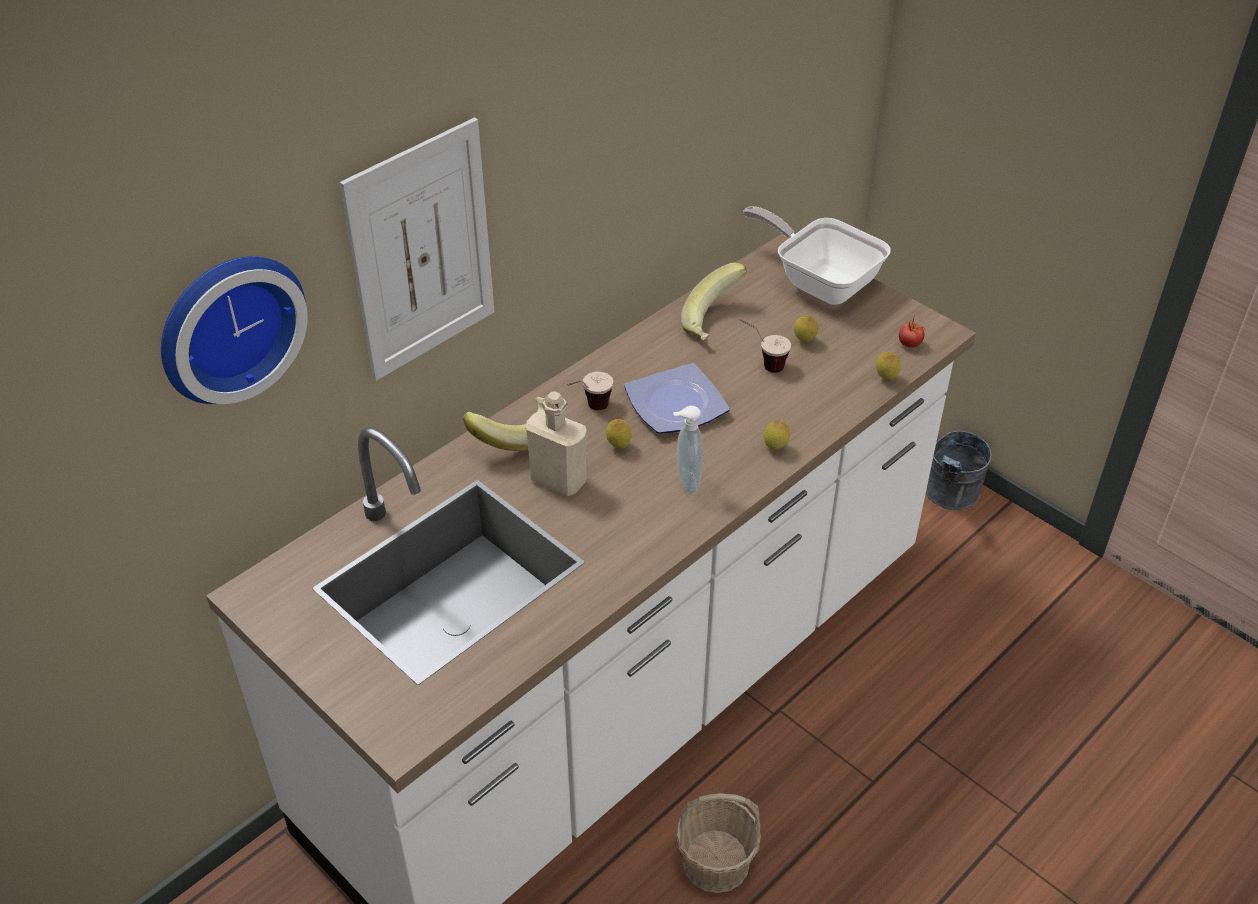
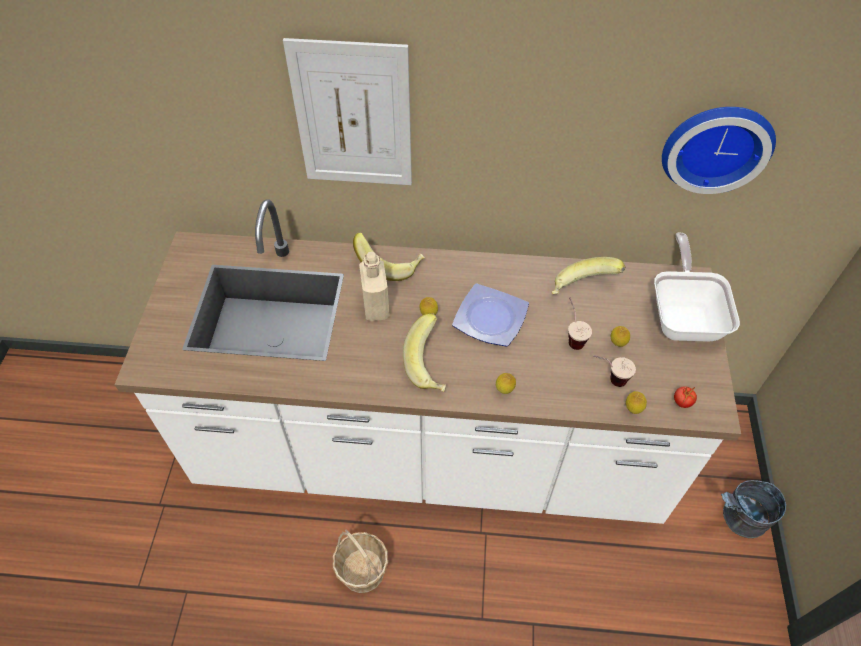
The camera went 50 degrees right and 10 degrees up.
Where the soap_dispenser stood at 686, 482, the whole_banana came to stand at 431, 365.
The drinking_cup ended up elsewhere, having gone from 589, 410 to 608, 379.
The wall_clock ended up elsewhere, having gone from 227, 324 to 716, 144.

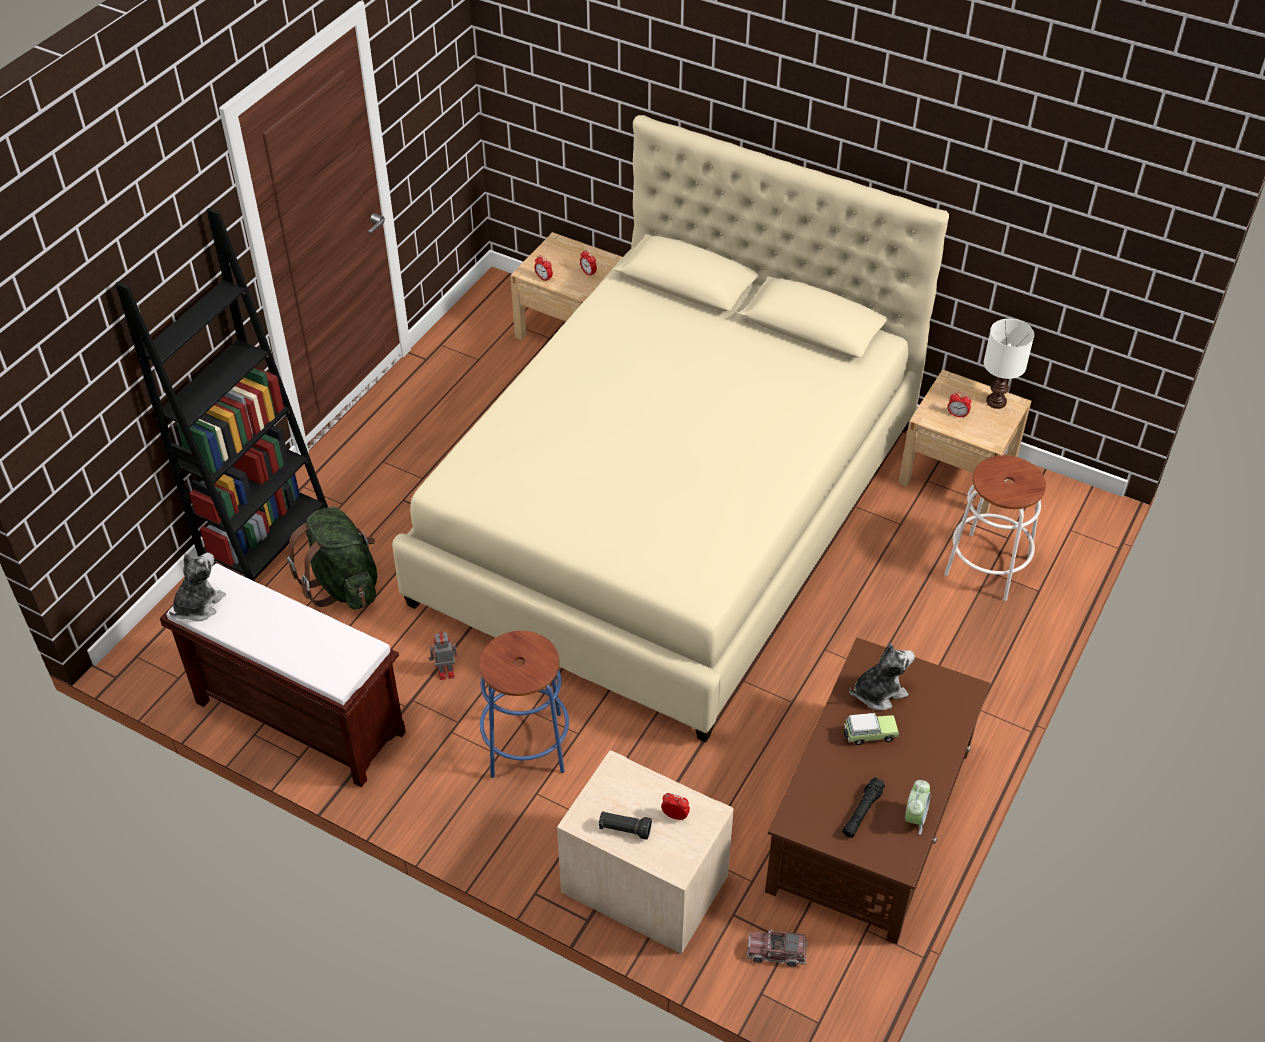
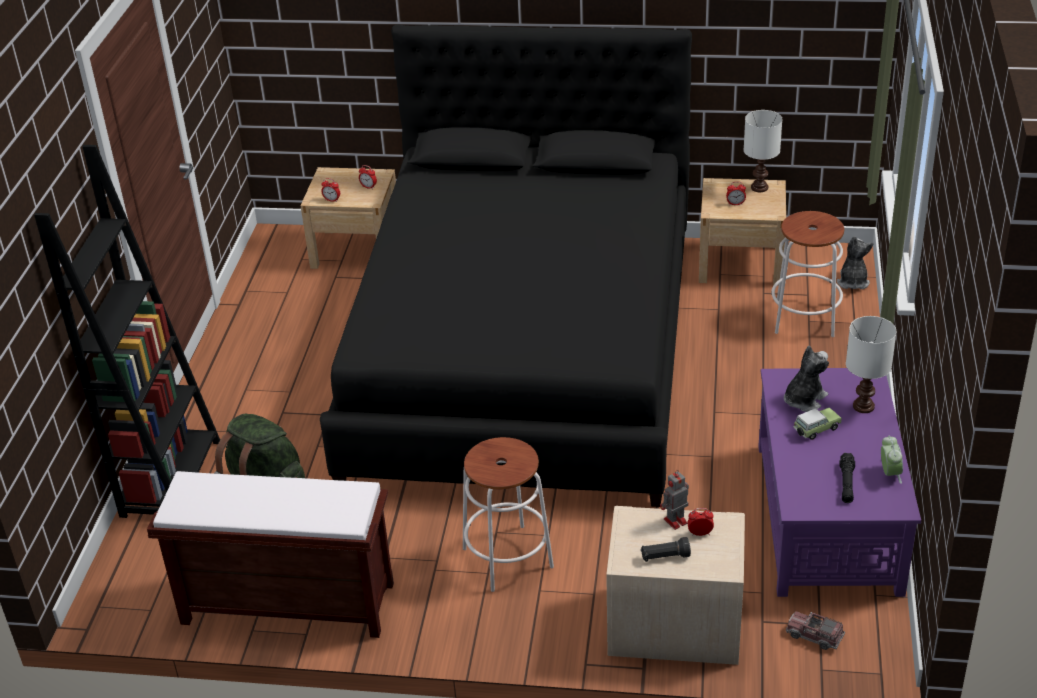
The camera went 20 degrees left and 10 degrees down.
What was the sand-coloured_sleeping_bed at 671, 511 turned into the black_sleeping_bed at 526, 353.
What was the blue-coloured_stool_seat at 526, 744 turned into the white-coloured_stool_seat at 507, 557.
The robot_figure ended up elsewhere, having gone from 445, 672 to 674, 521.
What was the brown_lounge_table at 871, 818 turned into the purple_lounge_table at 828, 516.
The toy_lorry at 776, 952 ended up facing another way, 45 degrees clockwise from before.
The plush_toy ended up elsewhere, having gone from 198, 605 to 852, 282.
The second view gained the white-coloured_table_lamp at 864, 406.

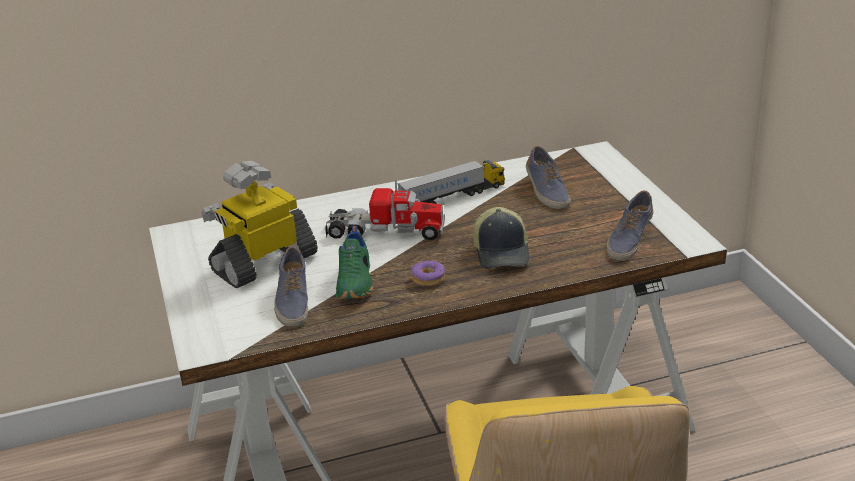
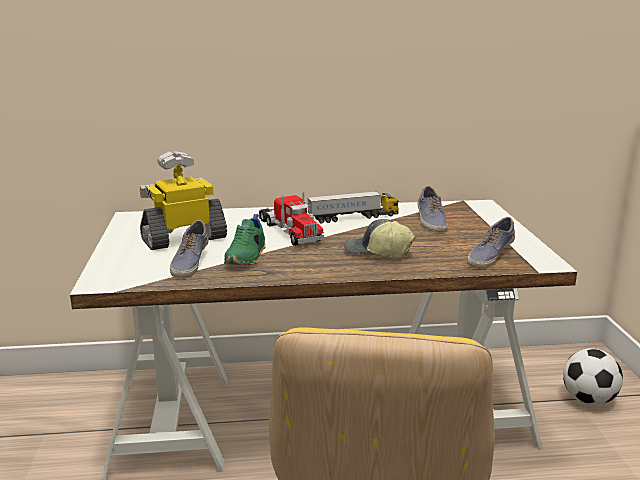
The camera went 10 degrees right and 10 degrees down.
The toy_lorry at 385, 231 ended up facing another way, 45 degrees clockwise from before.
The peaked_cap at 502, 252 ended up facing another way, 105 degrees clockwise from before.
The second view gained the football at 588, 400.
The second view lost the donut at 428, 279.

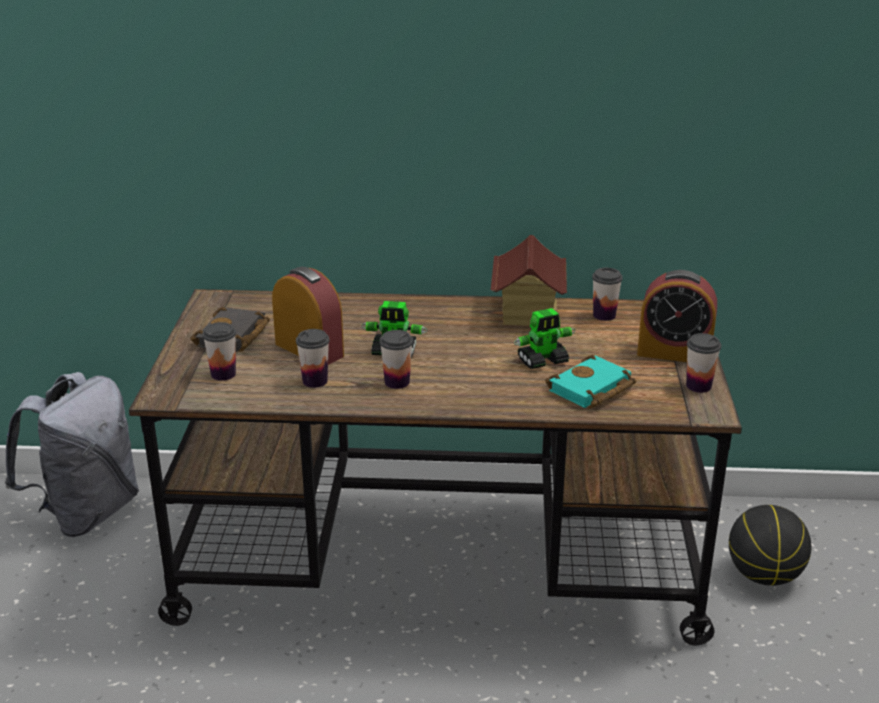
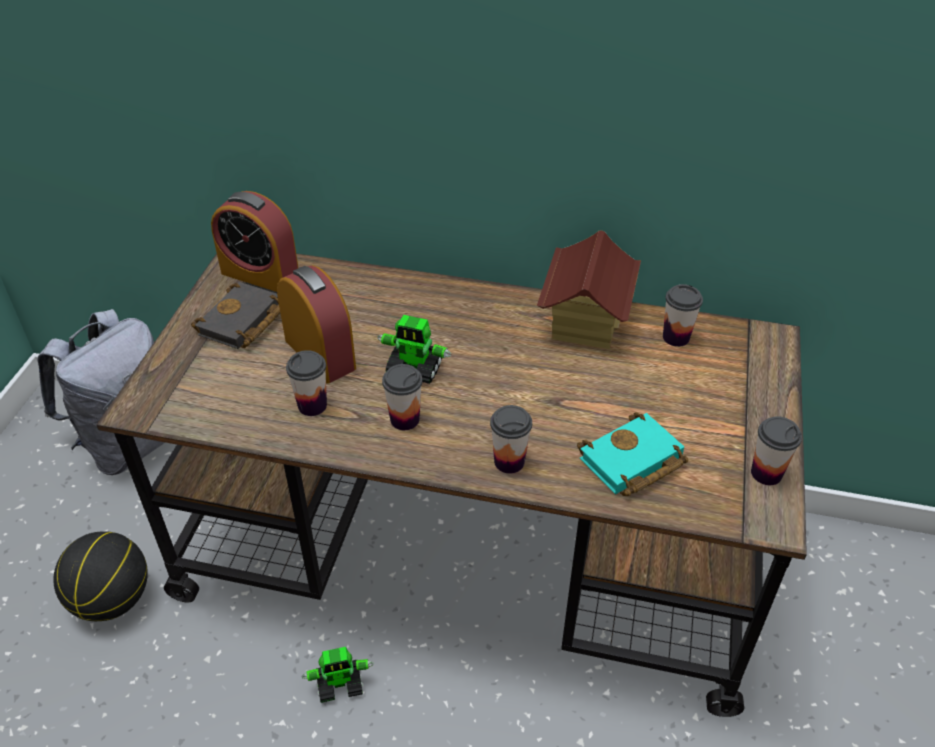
The camera went 10 degrees right and 15 degrees up.
The basketball ended up elsewhere, having gone from 764, 575 to 113, 599.
The alarm_clock ended up elsewhere, having gone from 674, 353 to 260, 274.
The robot_figure ended up elsewhere, having gone from 543, 361 to 340, 684.
The drinking_cup ended up elsewhere, having gone from 223, 374 to 509, 461.

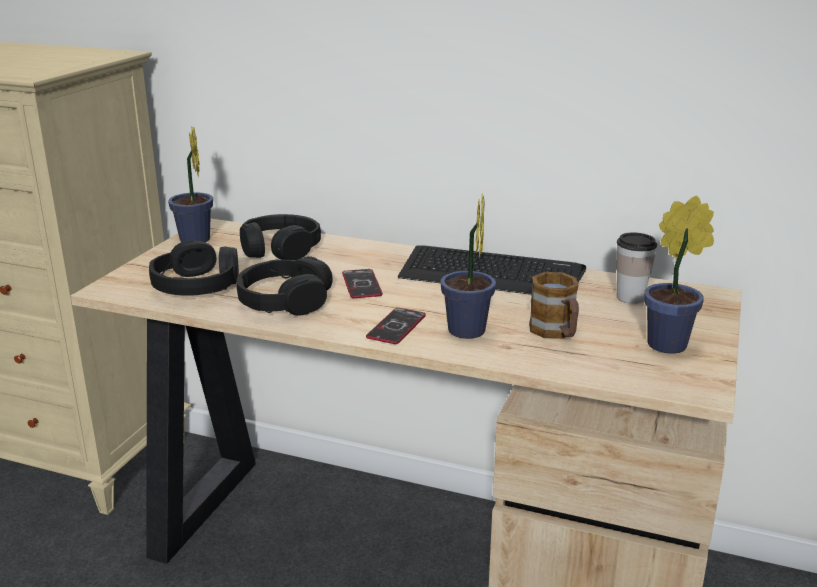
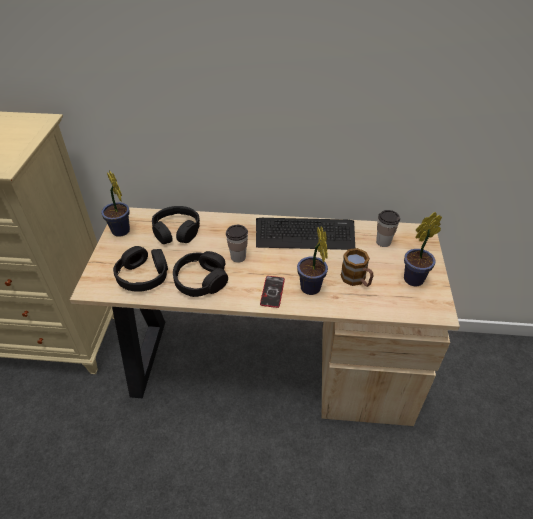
The camera went 15 degrees left and 20 degrees up.
Where the telephone stood at 361, 285, the drinking_cup came to stand at 238, 257.

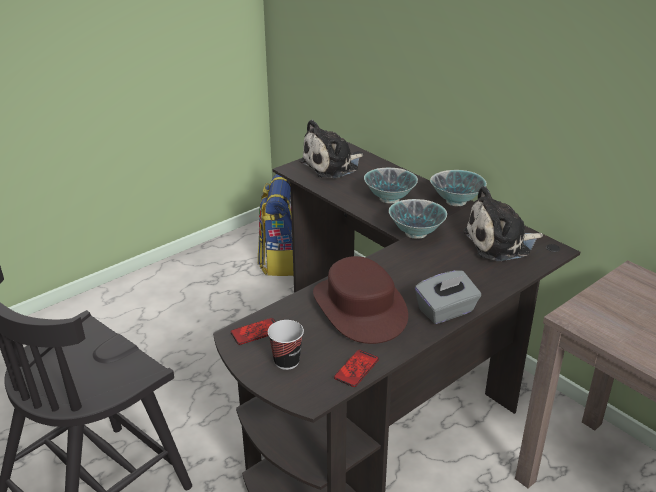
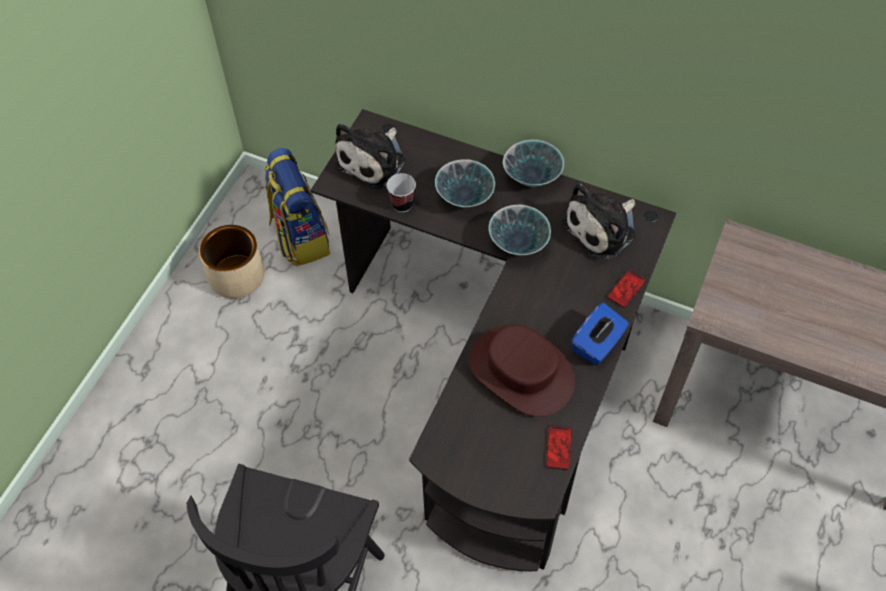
The camera went 25 degrees left and 25 degrees up.
The second view gained the sand-coloured_flower_pot at 237, 276.
The drinking_cup ended up elsewhere, having gone from 287, 361 to 402, 204.
What was the gray_box_of_tissues at 446, 311 turned into the blue-coloured_box_of_tissues at 597, 344.
The telephone ended up elsewhere, having gone from 256, 332 to 626, 289.

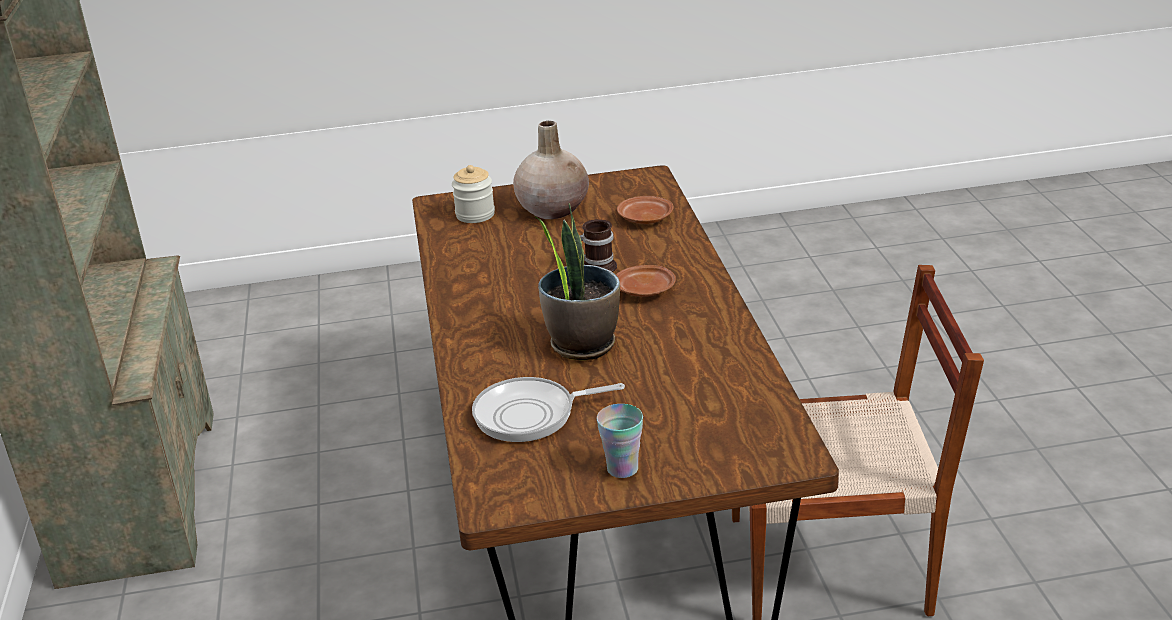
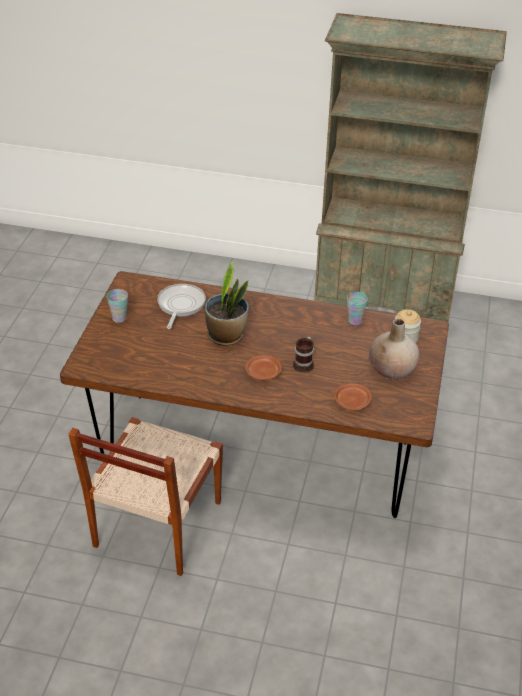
The camera went 110 degrees right and 10 degrees up.
The second view gained the drinking_cup at 355, 321.

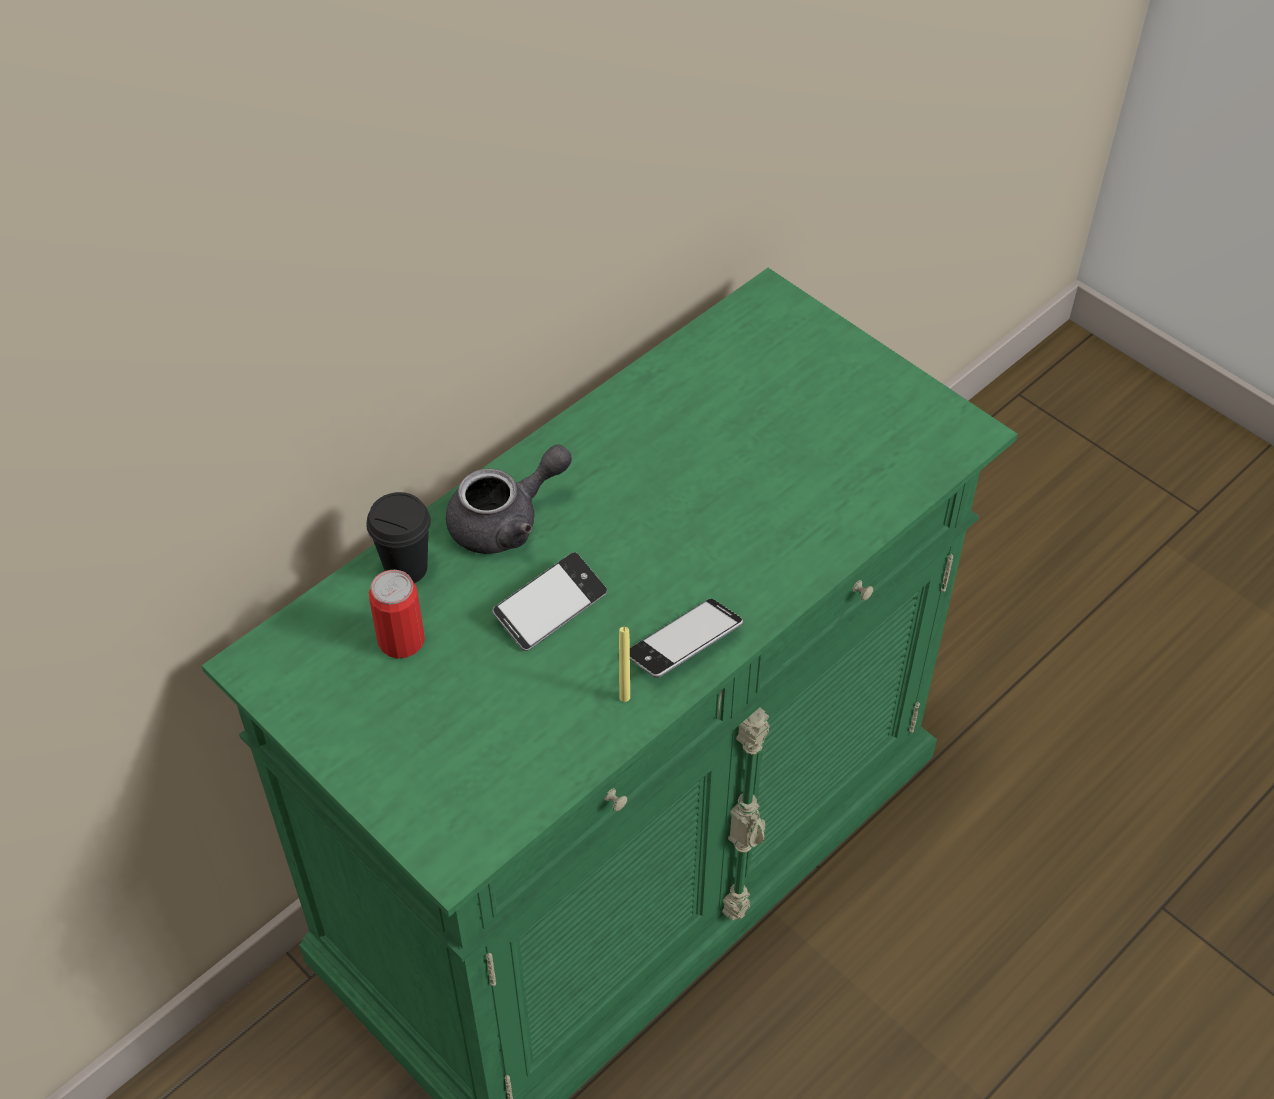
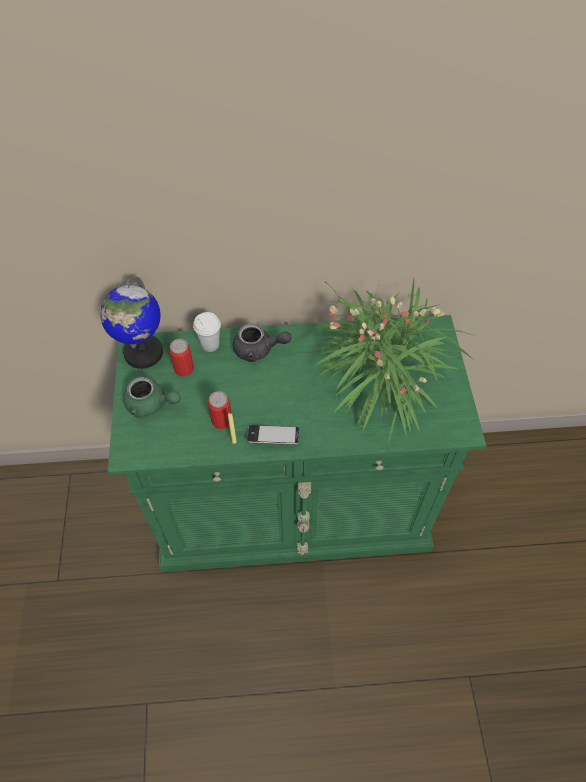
The camera went 40 degrees right and 5 degrees up.
The second view gained the globe at 143, 353.
The second view gained the green-coloured_pot_for_tea at 151, 405.
What was the black_drinking_cup at 406, 568 turned into the white-coloured_drinking_cup at 210, 344.
The second view gained the metal_can at 222, 420.
The second view gained the houseplant at 381, 376.
The second view lost the telephone at 550, 607.

